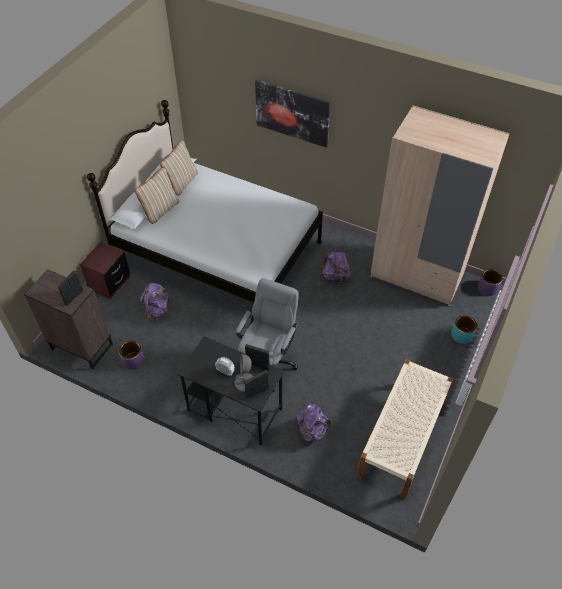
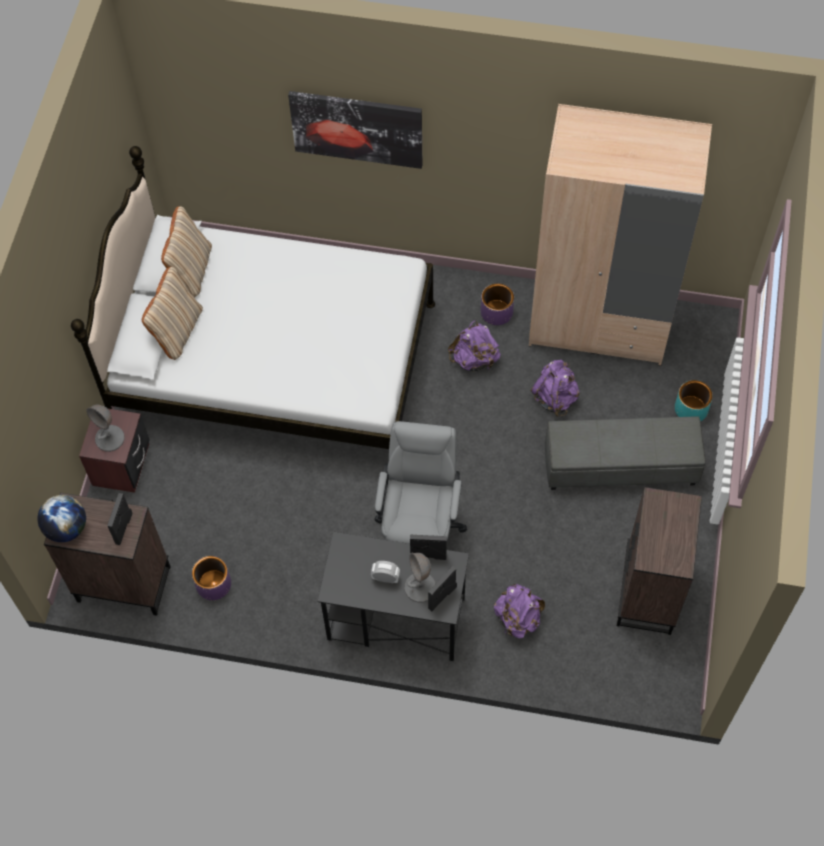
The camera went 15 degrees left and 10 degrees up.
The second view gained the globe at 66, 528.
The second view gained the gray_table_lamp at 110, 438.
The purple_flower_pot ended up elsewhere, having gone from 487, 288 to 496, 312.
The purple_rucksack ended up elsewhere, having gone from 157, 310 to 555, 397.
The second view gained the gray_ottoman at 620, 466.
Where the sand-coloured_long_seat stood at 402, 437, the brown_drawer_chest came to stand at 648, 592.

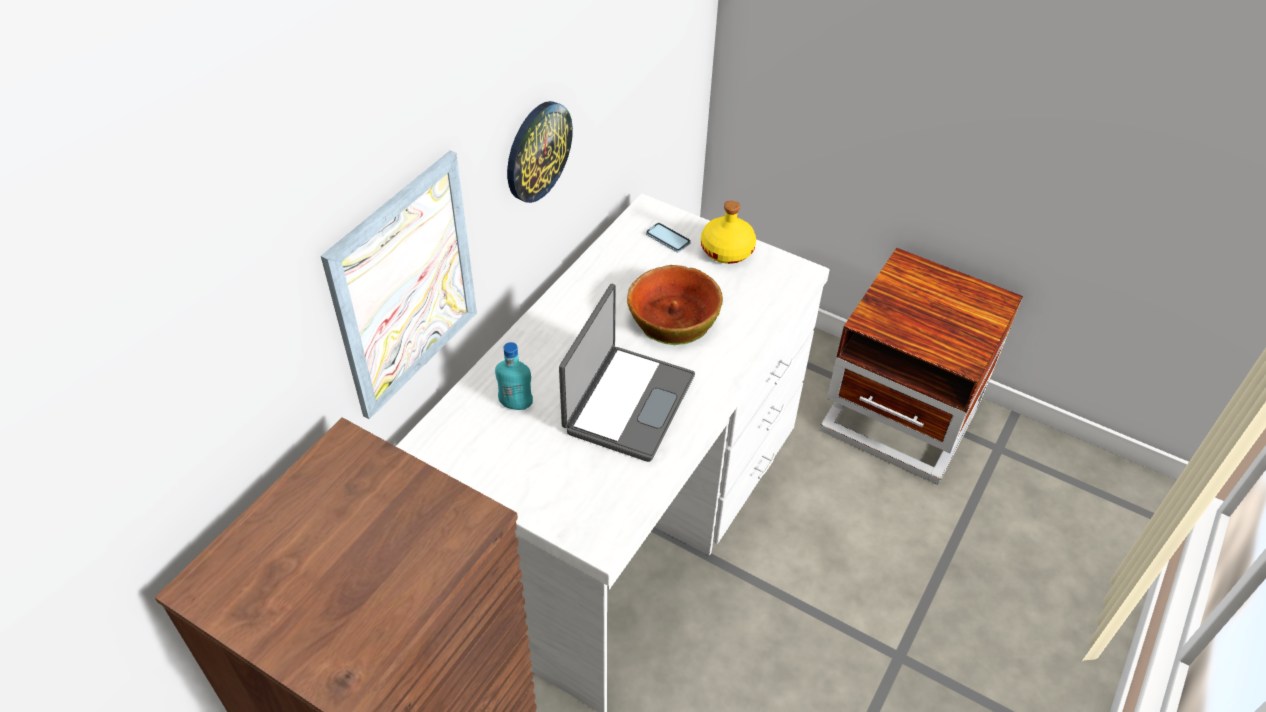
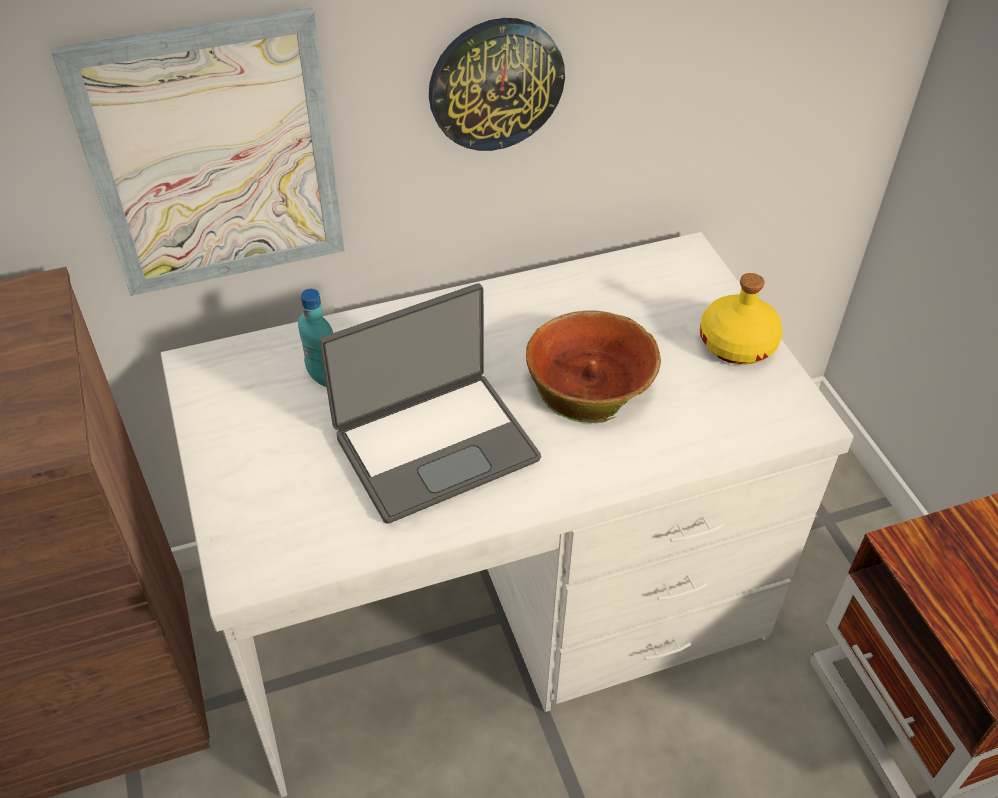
The camera went 40 degrees right and 0 degrees up.
The second view lost the telephone at 668, 239.

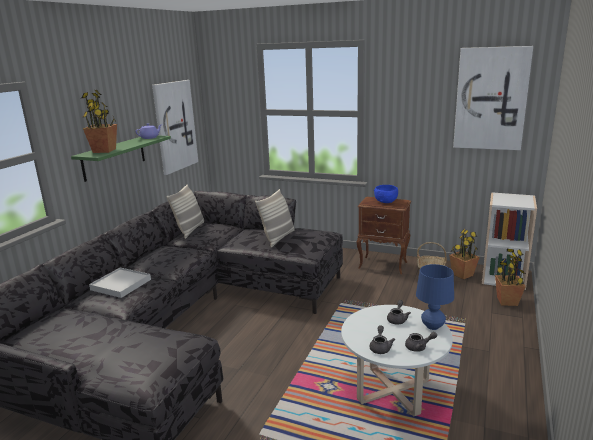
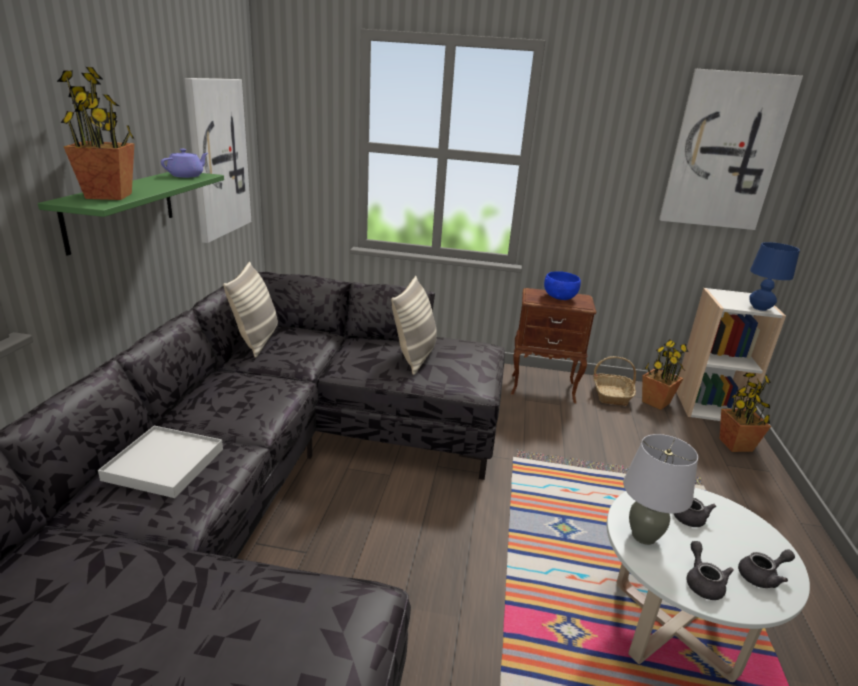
The camera went 15 degrees left and 5 degrees up.
The second view gained the gray_table_lamp at 644, 536.
The blue-coloured_table_lamp ended up elsewhere, having gone from 432, 326 to 759, 308.

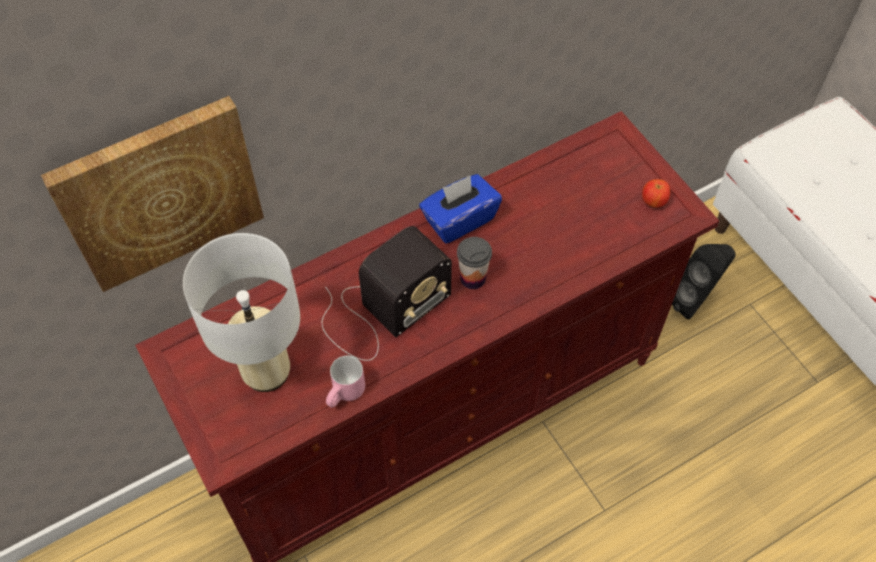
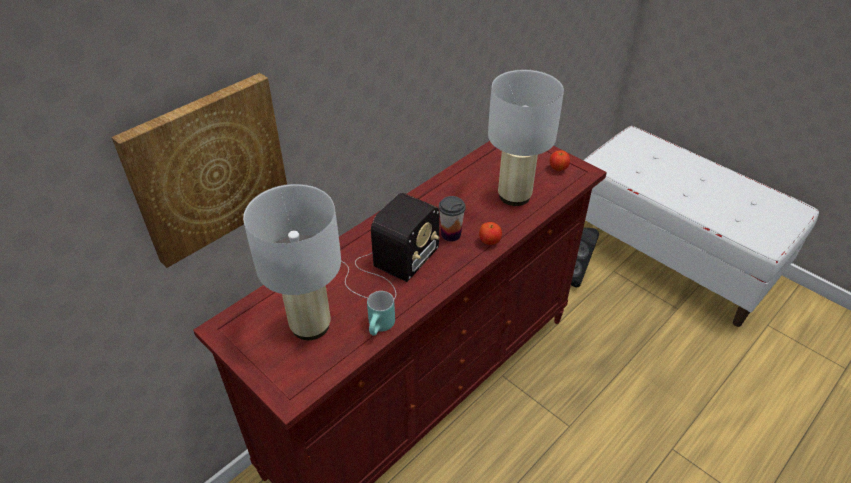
The camera went 15 degrees left and 15 degrees down.
What was the pink-coloured_coffee_mug at 346, 395 turned into the turquoise_coffee_mug at 381, 328.
The second view gained the whole_apple at 489, 242.
The second view gained the white-coloured_table_lamp at 515, 195.
The second view lost the blue-coloured_box_of_tissues at 459, 220.

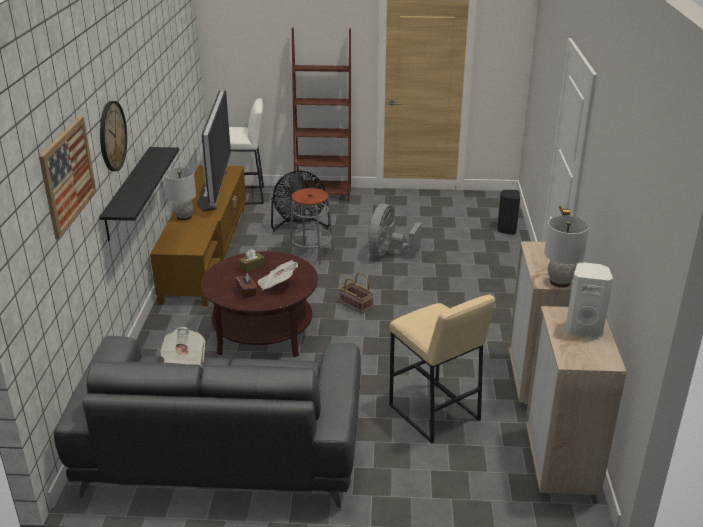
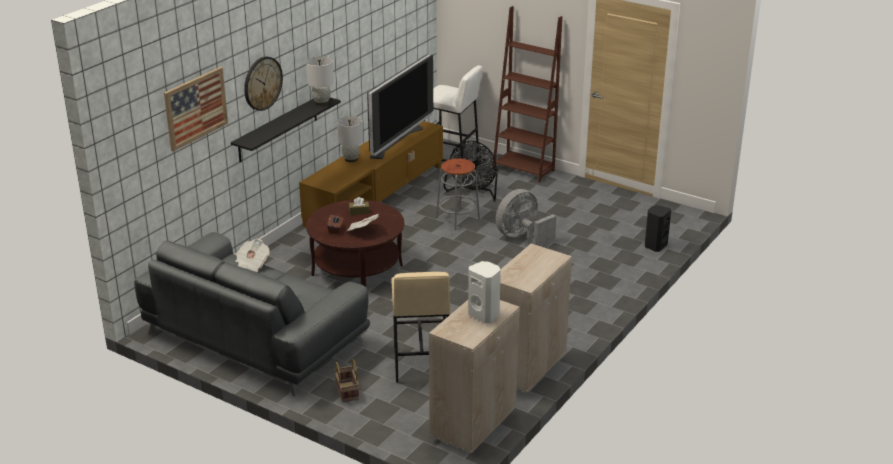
The camera went 30 degrees right and 0 degrees up.
The white-coloured_table_lamp ended up elsewhere, having gone from 559, 282 to 321, 102.
The basket ended up elsewhere, having gone from 355, 305 to 346, 391.

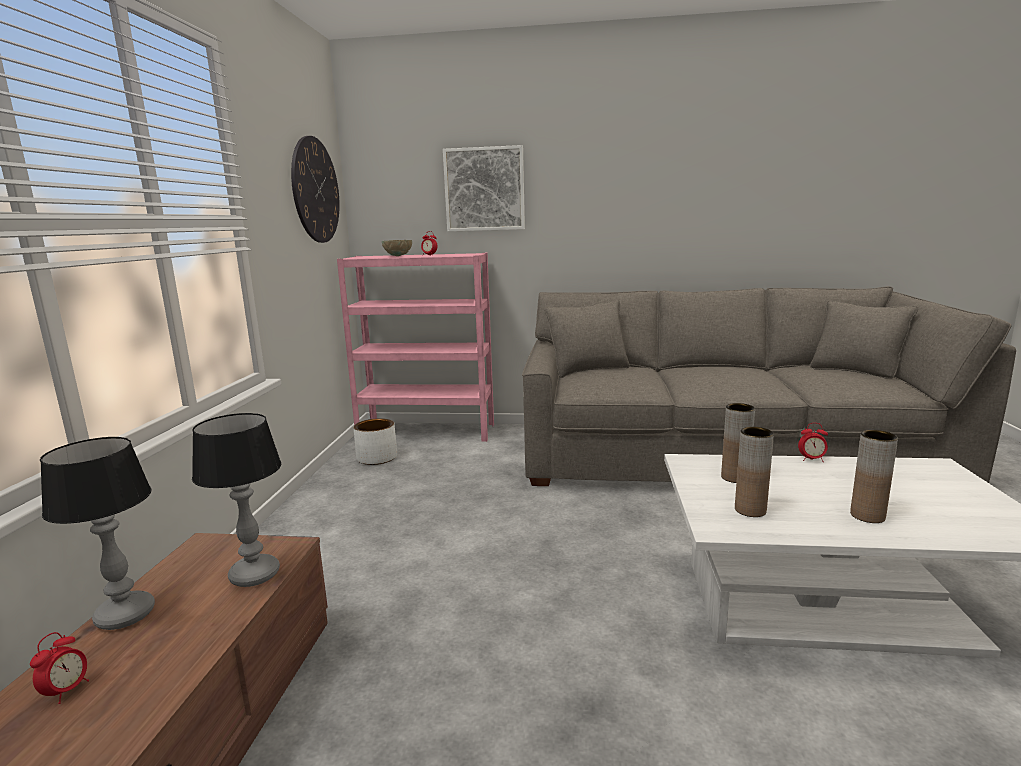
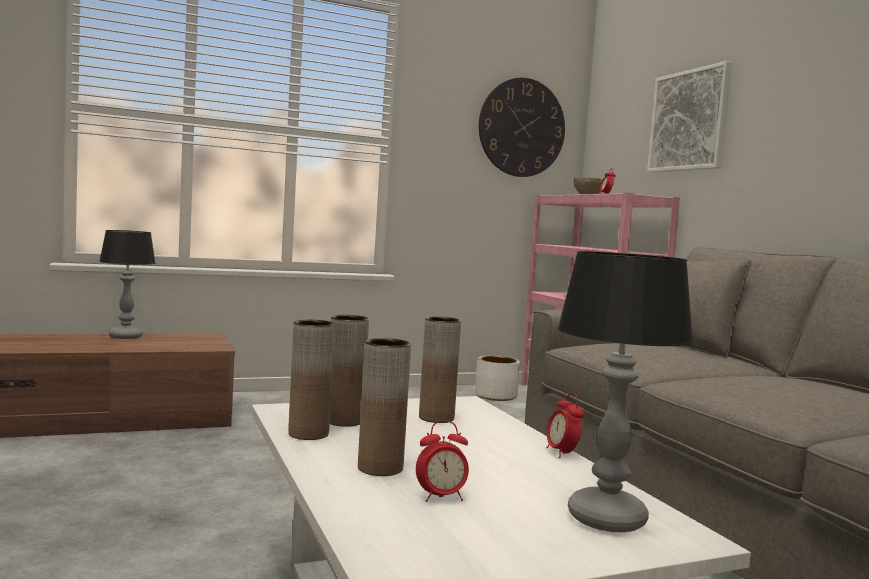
The camera went 60 degrees right and 10 degrees down.
The second view gained the brown_flower_vase at 308, 434.
The alarm_clock ended up elsewhere, having gone from 67, 691 to 441, 497.
The table_lamp ended up elsewhere, having gone from 255, 574 to 607, 518.

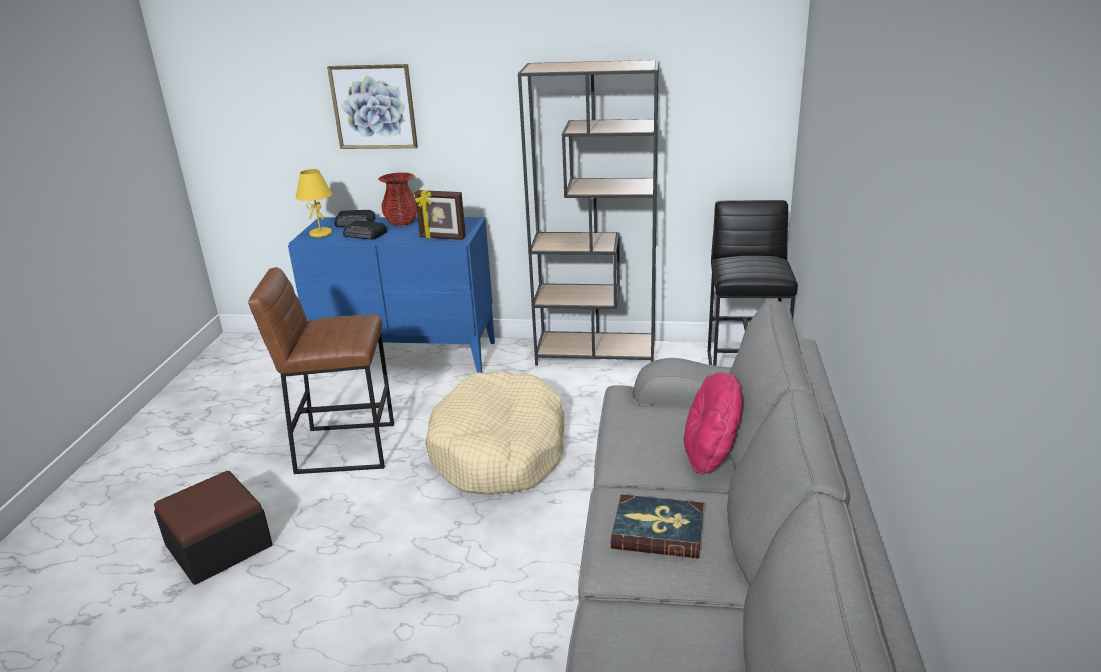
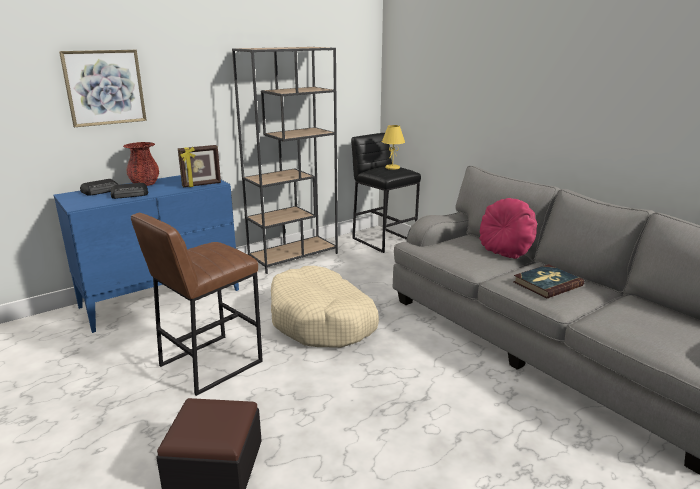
The camera went 45 degrees left and 5 degrees down.
The yellow_table_lamp ended up elsewhere, having gone from 321, 234 to 392, 168.

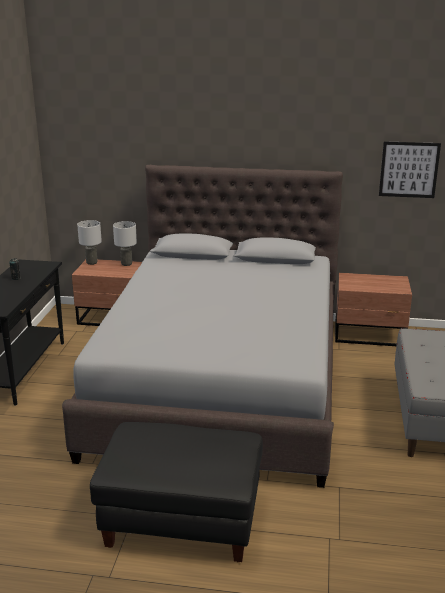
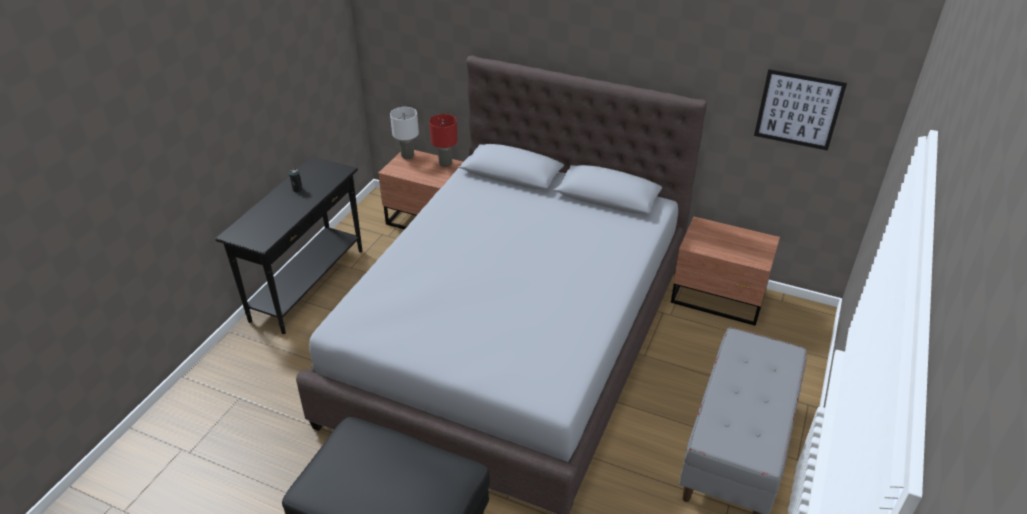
The camera went 15 degrees right and 15 degrees up.
What was the white-coloured_table_lamp at 126, 264 turned into the red-coloured_table_lamp at 445, 163.

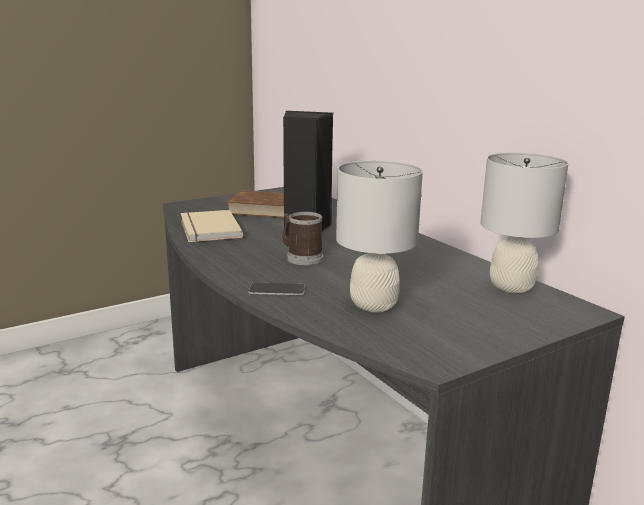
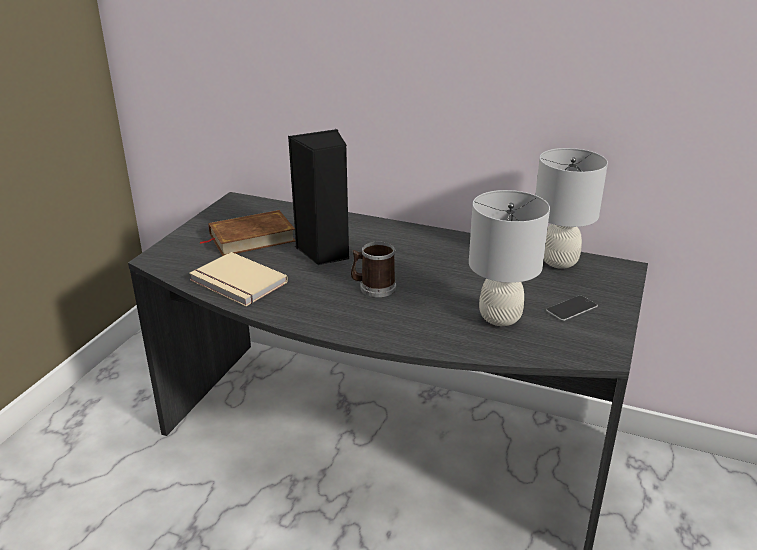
The camera went 35 degrees left and 10 degrees up.
The telephone ended up elsewhere, having gone from 277, 289 to 571, 308.

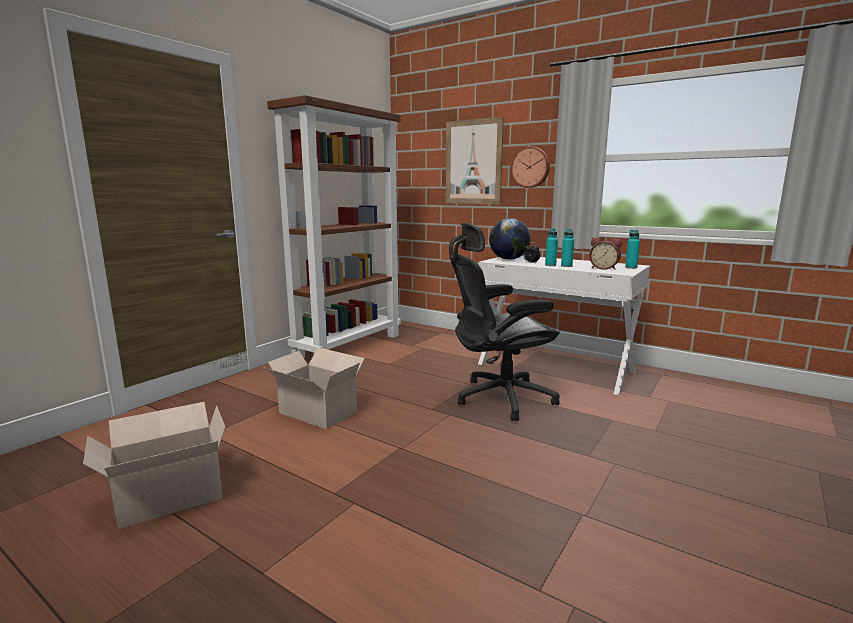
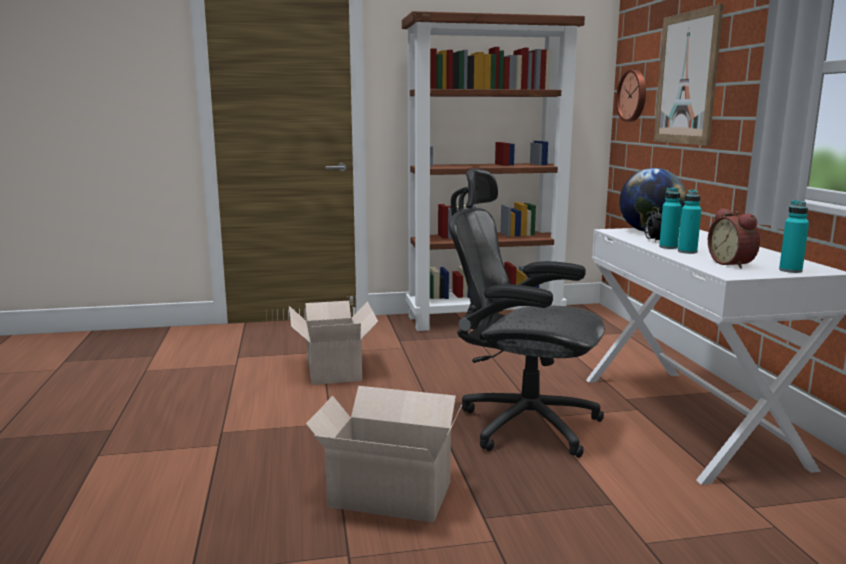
The camera went 45 degrees right and 0 degrees up.
The cardboard_box ended up elsewhere, having gone from 167, 497 to 387, 493.
The wall_clock ended up elsewhere, having gone from 530, 167 to 633, 96.

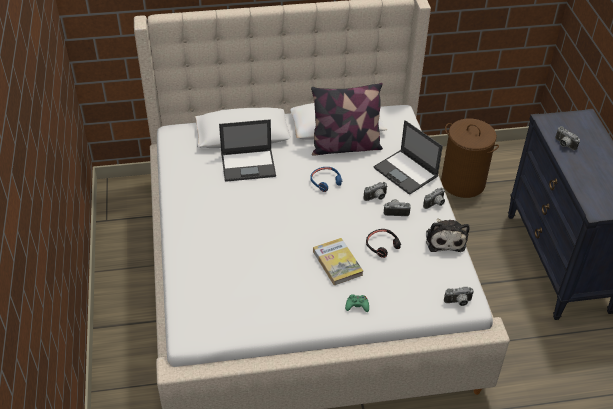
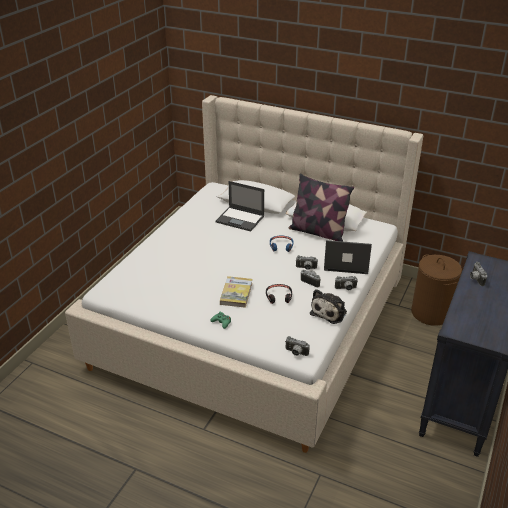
The camera went 35 degrees right and 10 degrees down.
The portable_computer at 406, 172 ended up facing another way, 105 degrees clockwise from before.

